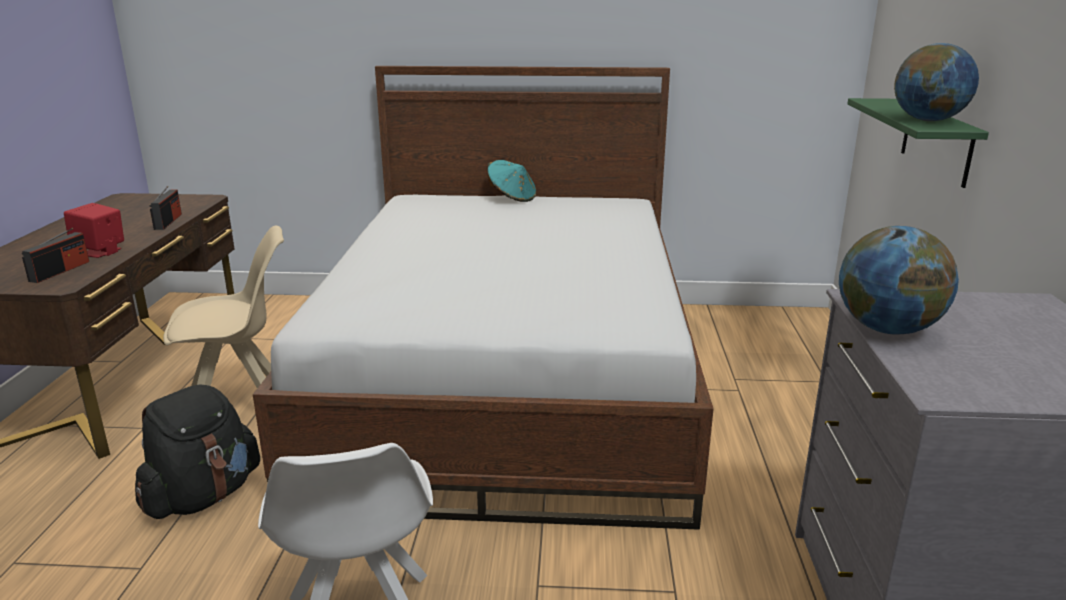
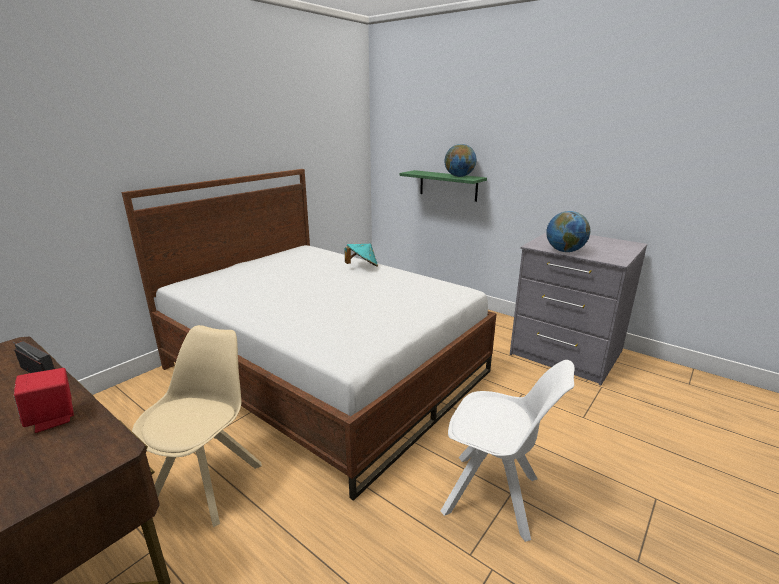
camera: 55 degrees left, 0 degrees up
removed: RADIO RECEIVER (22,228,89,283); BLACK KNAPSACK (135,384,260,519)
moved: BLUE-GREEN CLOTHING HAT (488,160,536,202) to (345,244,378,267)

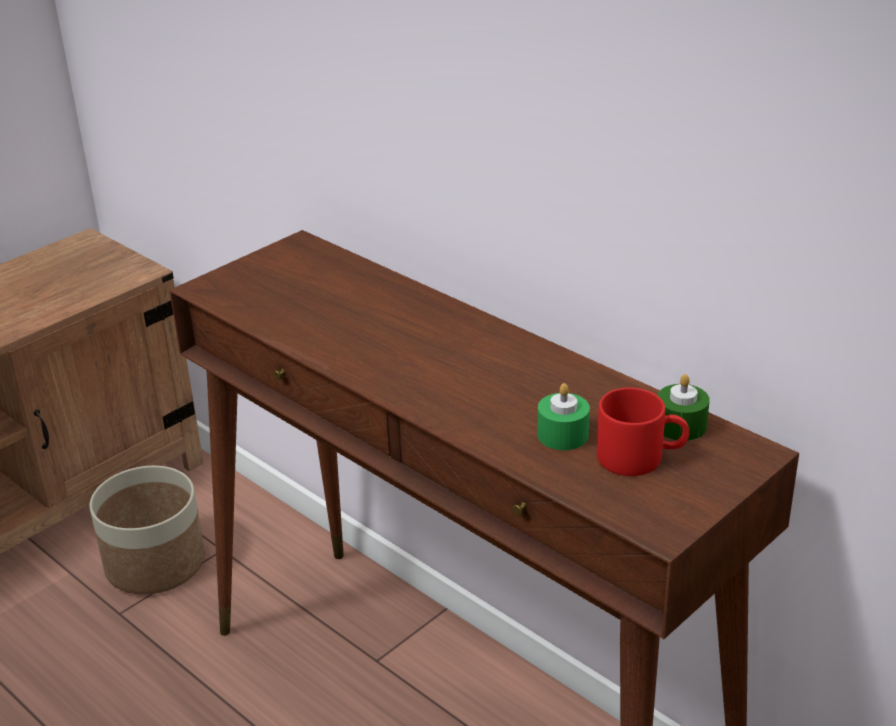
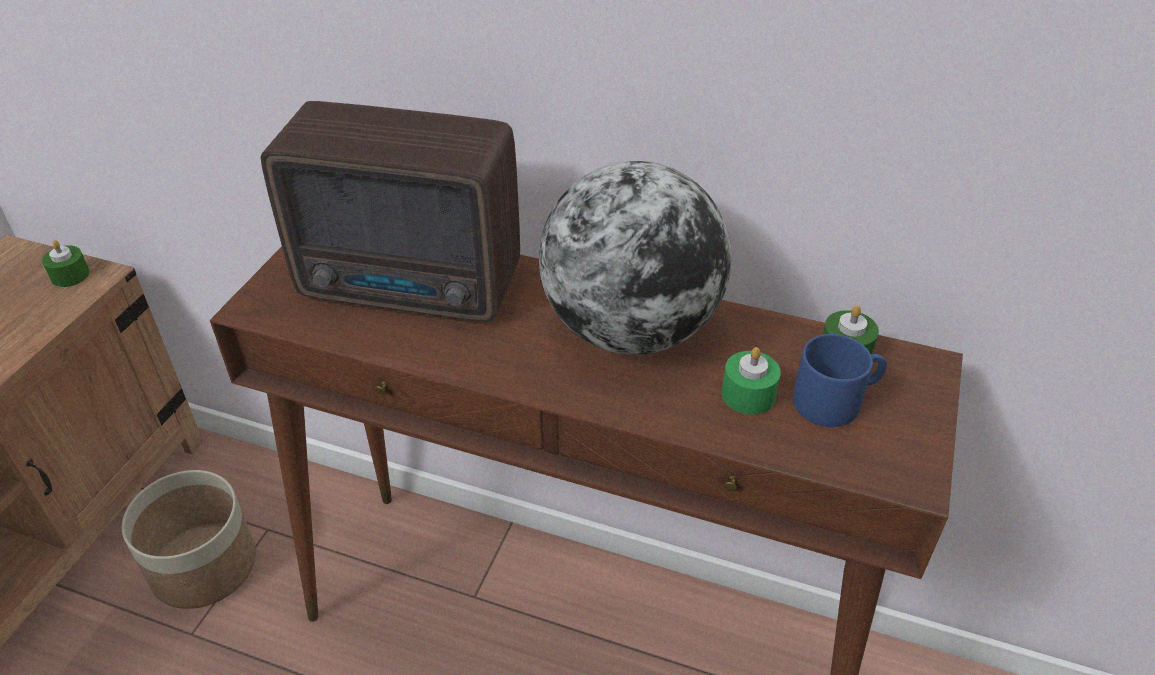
camera: 25 degrees left, 10 degrees up
added: RADIO RECEIVER (261,101,520,322); DESK GLOBE (539,161,732,355); GREEN CANDLE (42,240,90,287)
recoloured: REDDISH MUG (597,387,689,476) to BLUE MUG (793,334,887,427)

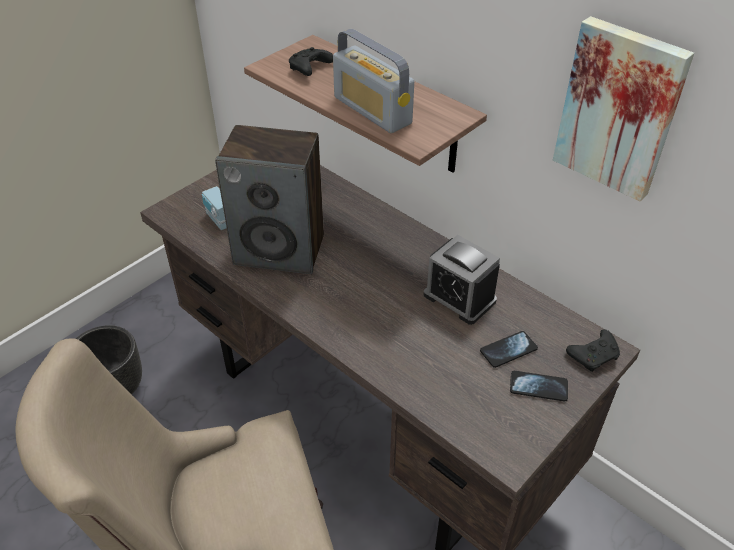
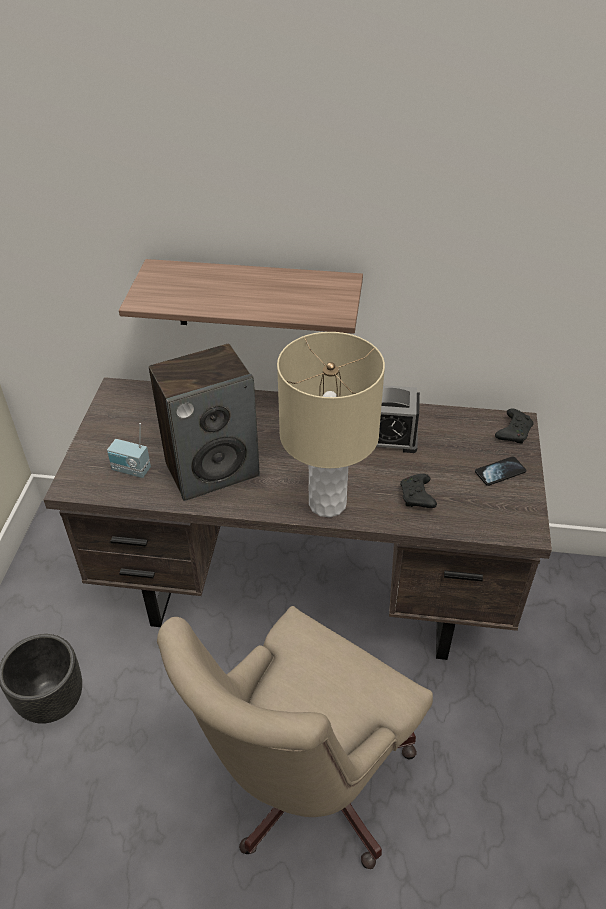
camera: 35 degrees left, 0 degrees up
removed: WALL ART (553,16,694,201); RADIO RECEIVER (333,29,414,133); PHONE (480,331,538,368)
added: SAND-COLOURED TABLE LAMP (277,332,385,517)
moved: BLACK GAMEPAD (289,47,333,76) to (400,474,437,508)

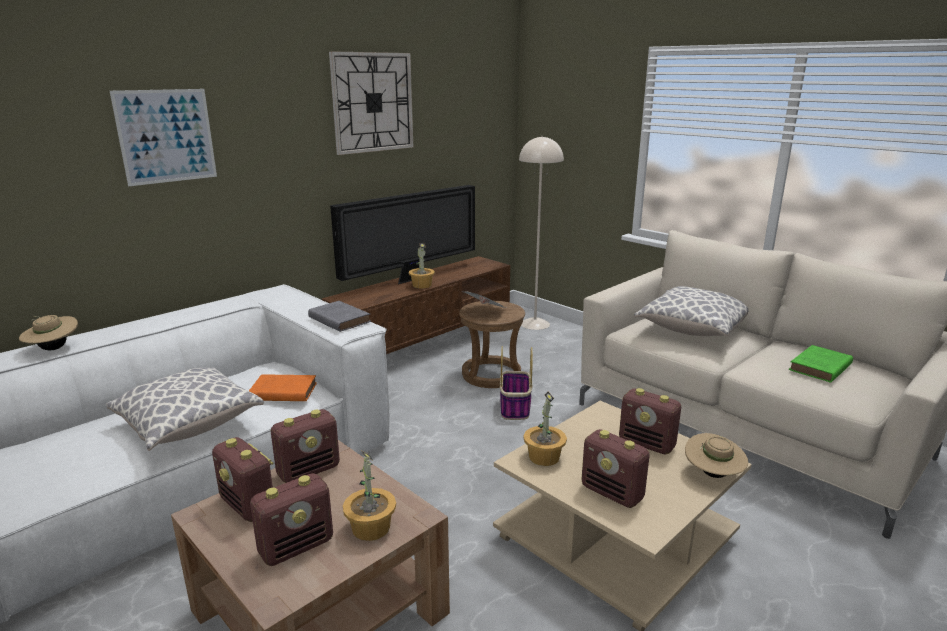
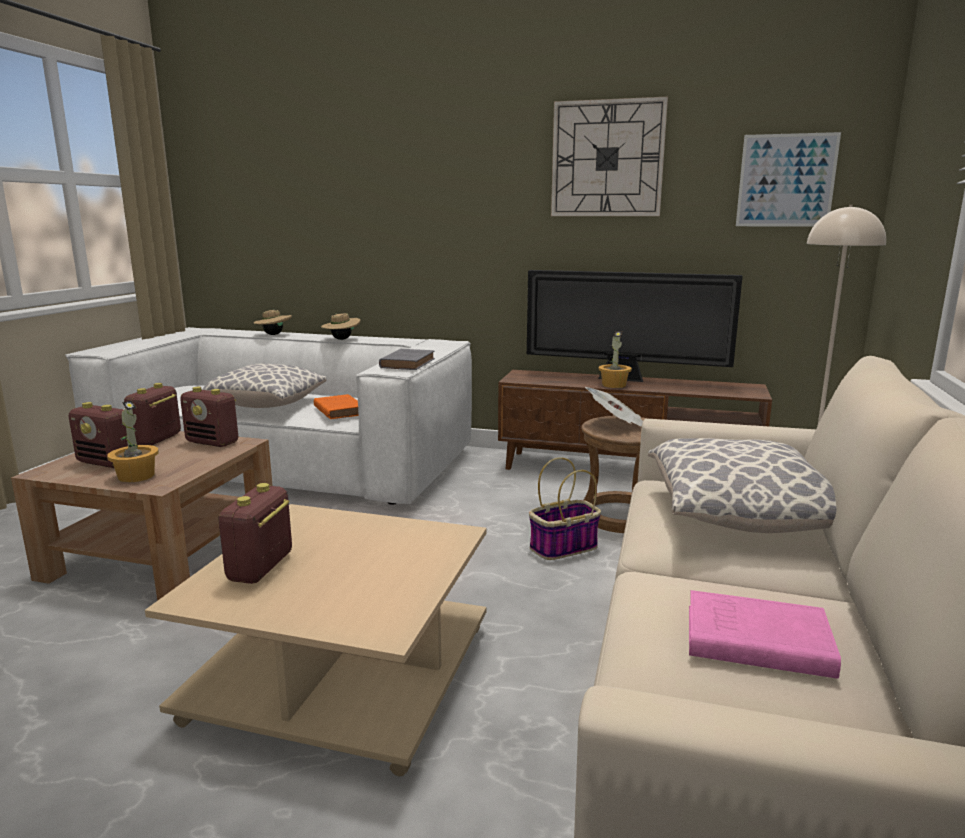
camera: 60 degrees right, 5 degrees down
removed: RADIO RECEIVER (619,388,681,455); PLANT IN A POT (523,392,567,466)
moved: WALL ART (110,89,217,186) to (736,132,841,227); SAND-COLOURED CLOTHING HAT (685,433,748,478) to (321,312,360,340)
recoloured: GREEN BOOK (789,345,853,382) to PINK BOOK (689,590,841,679)

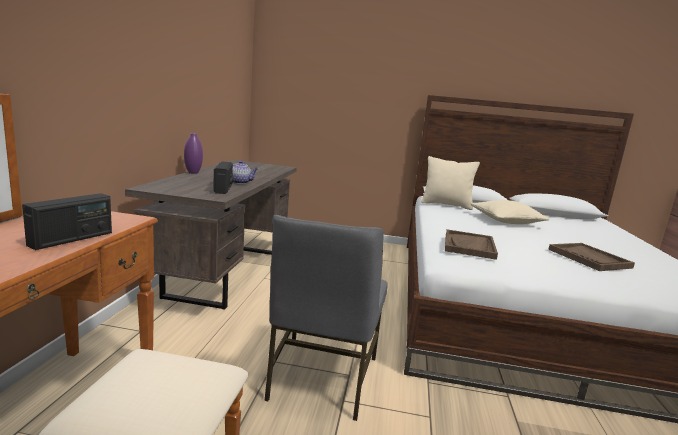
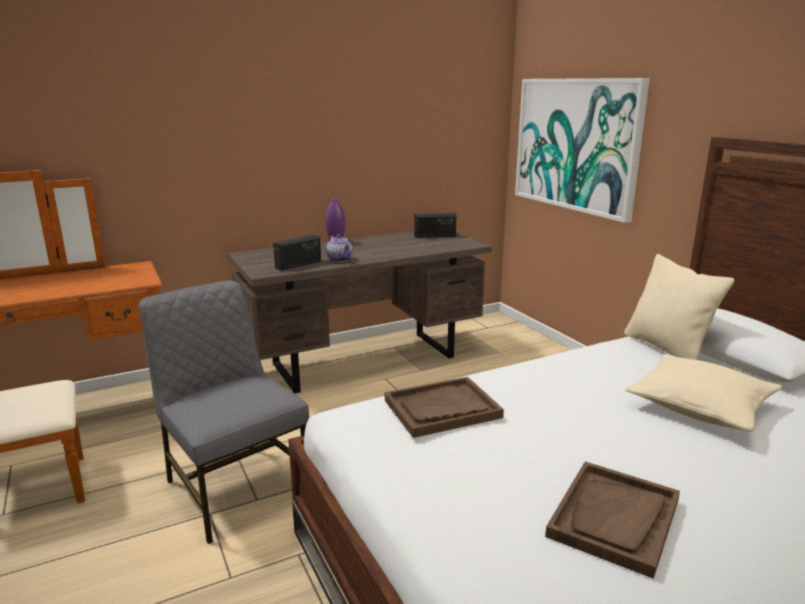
camera: 55 degrees right, 5 degrees up
added: WALL ART (515,78,650,223)
moved: RADIO RECEIVER (22,193,112,250) to (414,213,456,238)
turned: GREYISH UPRIGHT CHAIR (264,215,387,421) = (139,281,309,544) 75 degrees clockwise

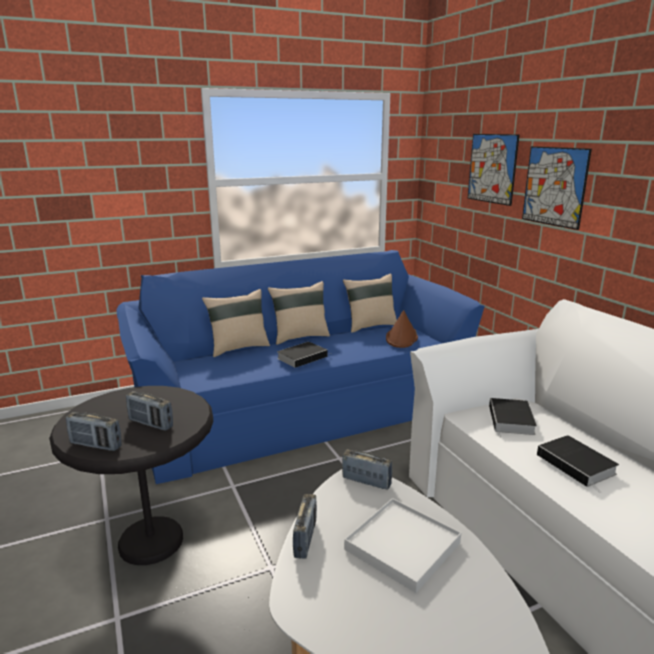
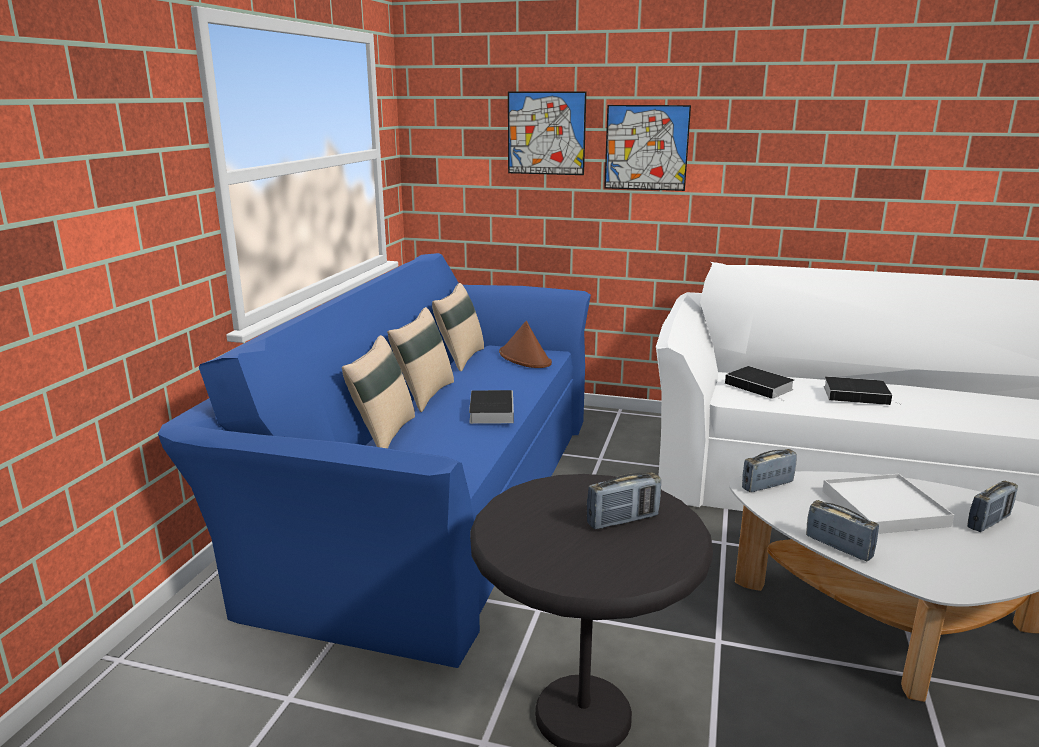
camera: 50 degrees left, 0 degrees up
moved: RADIO RECEIVER (66,412,122,451) to (967,481,1018,532)

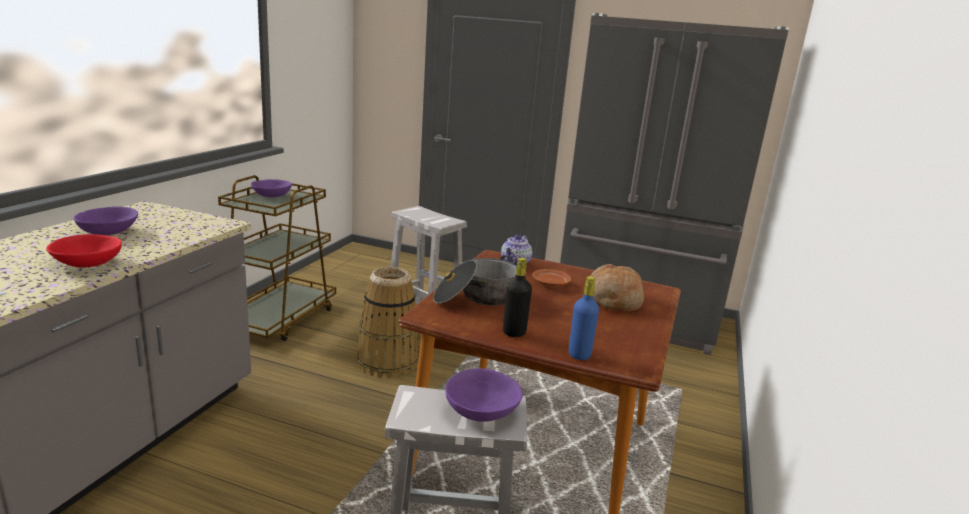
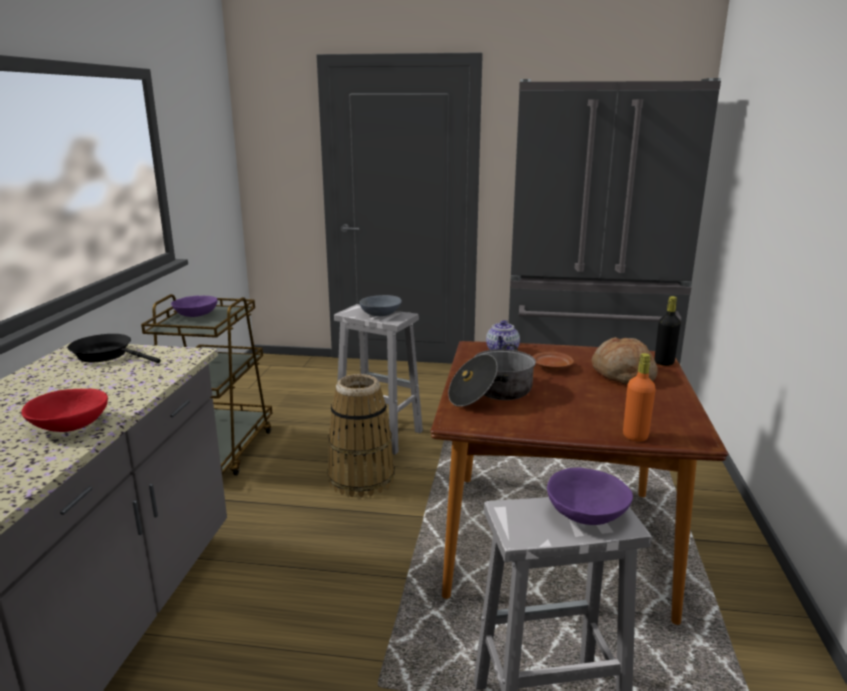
camera: 10 degrees left, 0 degrees up
removed: PURPLISH SERVING BOWL (74,206,138,235)
added: GREYISH SERVING BOWL (359,295,402,316); BLACK PAN (68,334,161,363)
moved: BLACK BEVERAGE BOTTLE (503,258,532,337) to (654,296,681,366)
recoloured: BLUE BEVERAGE BOTTLE (569,276,599,360) to ORANGE BEVERAGE BOTTLE (623,353,656,442)

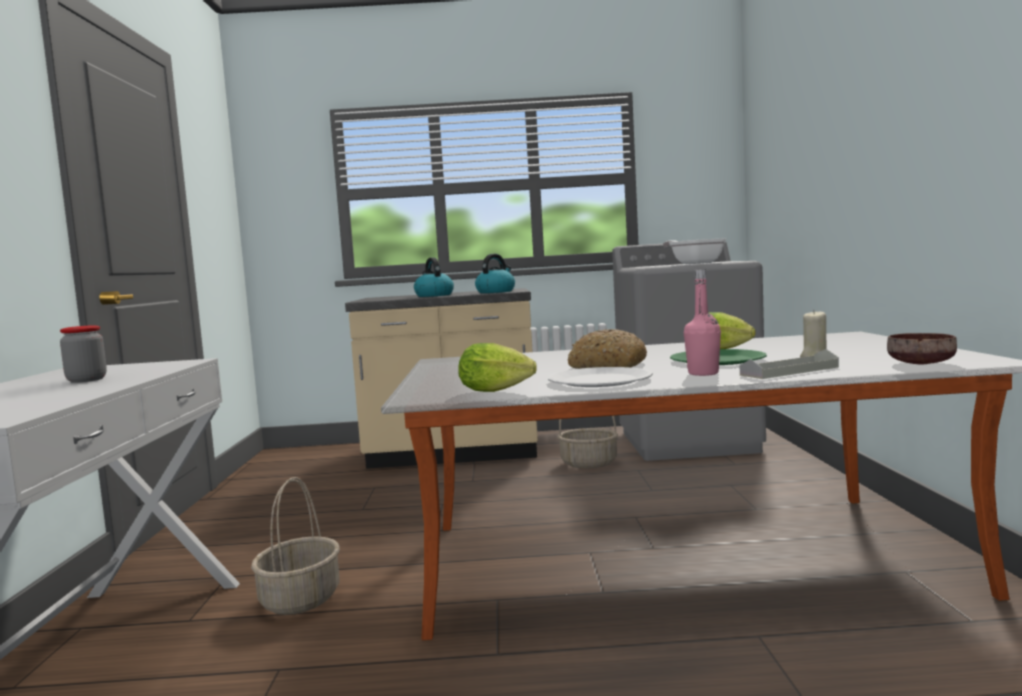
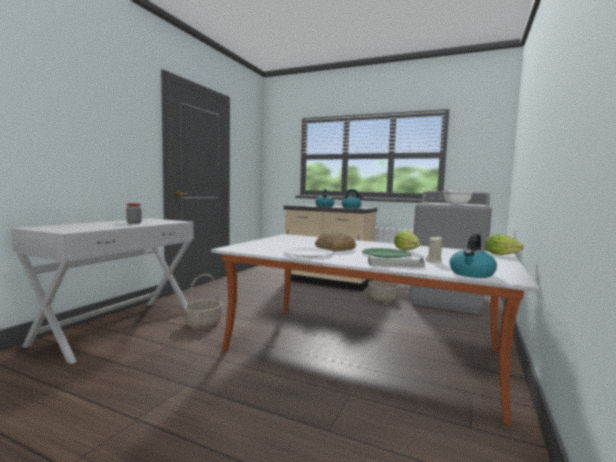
camera: 25 degrees right, 0 degrees up
removed: PINK BEVERAGE BOTTLE (684,269,721,376)
moved: HEAD OF LETTUCE (458,343,537,392) to (485,234,524,255)
replaced: BROWNISH SERVING BOWL (887,333,957,364) to KETTLE (450,233,497,278)

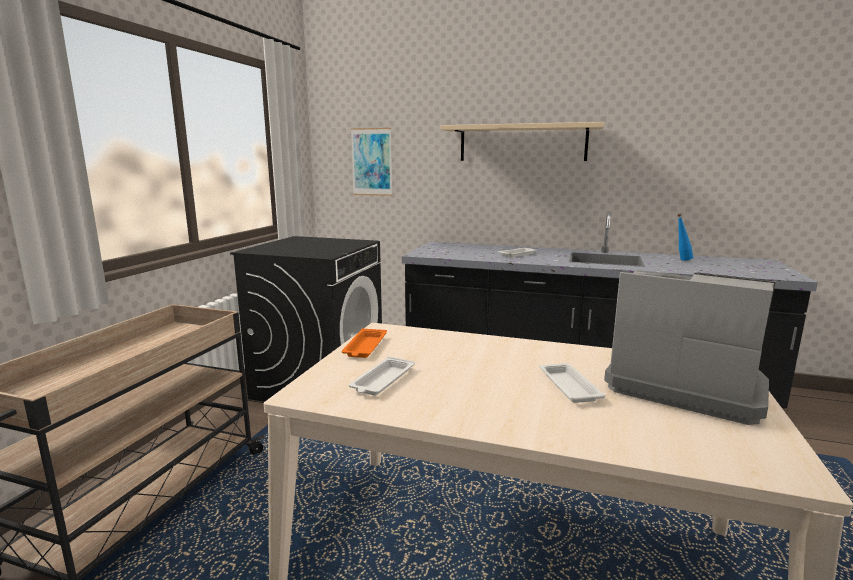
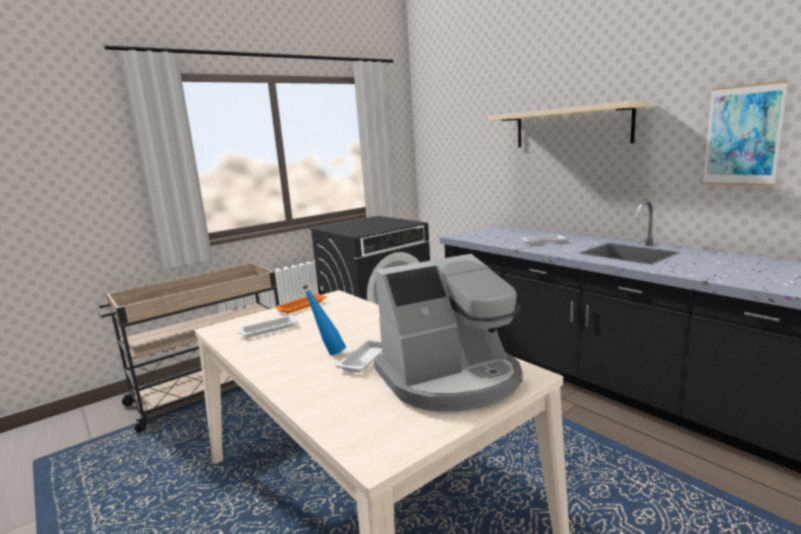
camera: 35 degrees right, 0 degrees up
moved: WALL ART (351,128,392,196) to (703,80,788,186); BLUE BEVERAGE BOTTLE (677,214,693,261) to (303,285,346,355)
turned: COFFEE MAKER (604,270,776,425) = (374,254,523,411) 90 degrees clockwise

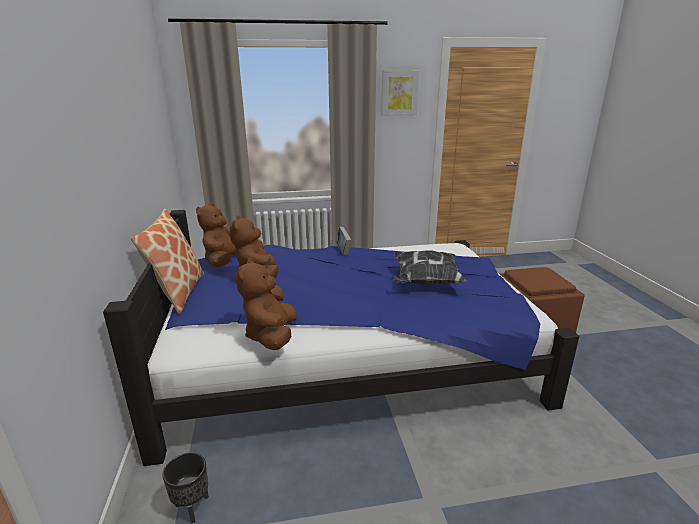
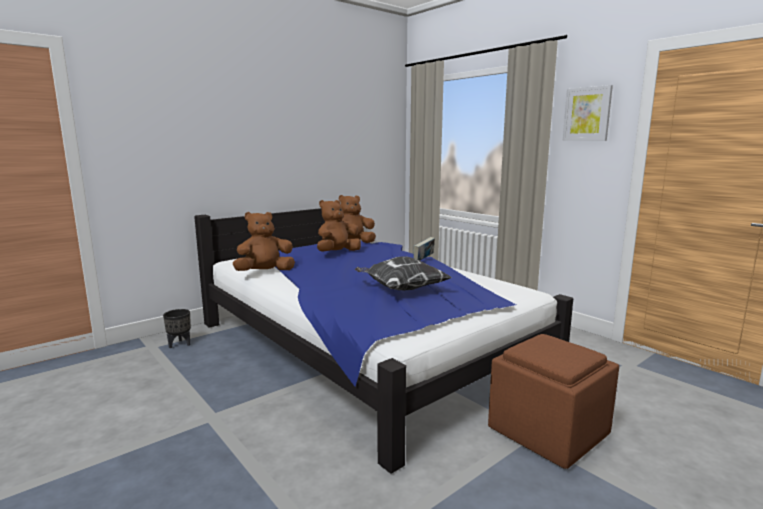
camera: 60 degrees right, 10 degrees down
removed: CUSHION (131,208,204,314)

